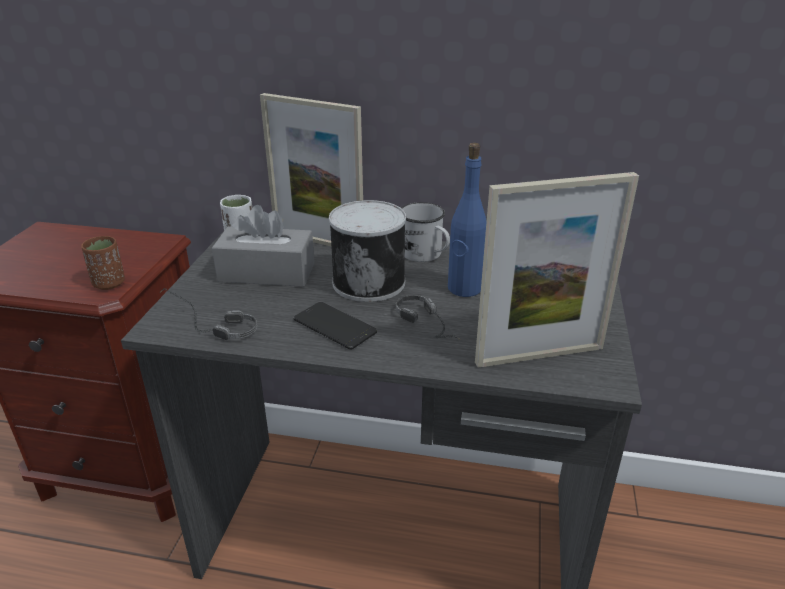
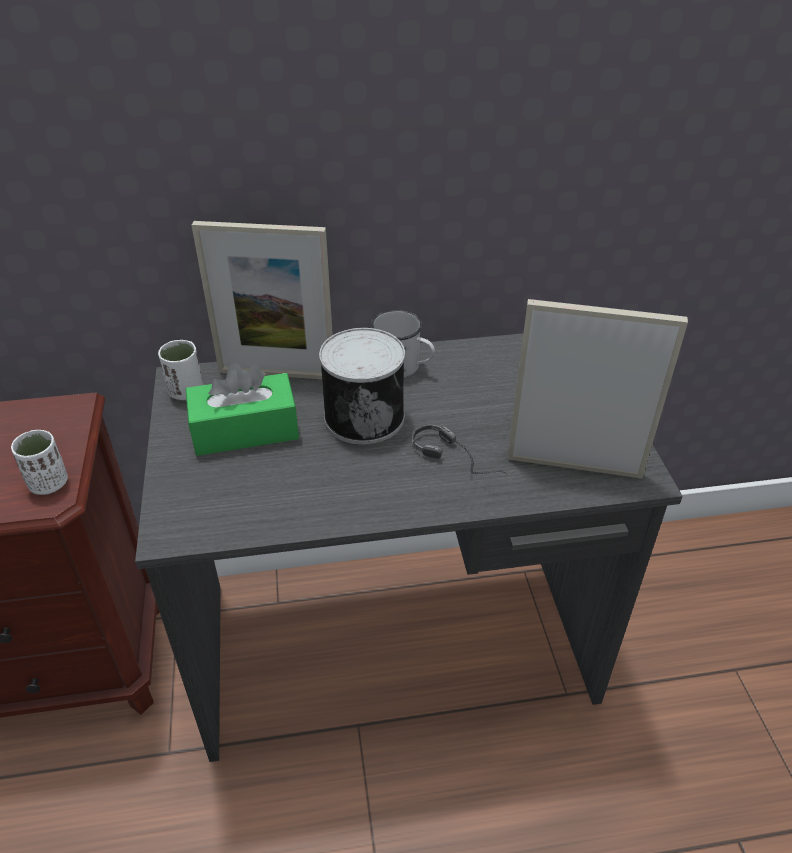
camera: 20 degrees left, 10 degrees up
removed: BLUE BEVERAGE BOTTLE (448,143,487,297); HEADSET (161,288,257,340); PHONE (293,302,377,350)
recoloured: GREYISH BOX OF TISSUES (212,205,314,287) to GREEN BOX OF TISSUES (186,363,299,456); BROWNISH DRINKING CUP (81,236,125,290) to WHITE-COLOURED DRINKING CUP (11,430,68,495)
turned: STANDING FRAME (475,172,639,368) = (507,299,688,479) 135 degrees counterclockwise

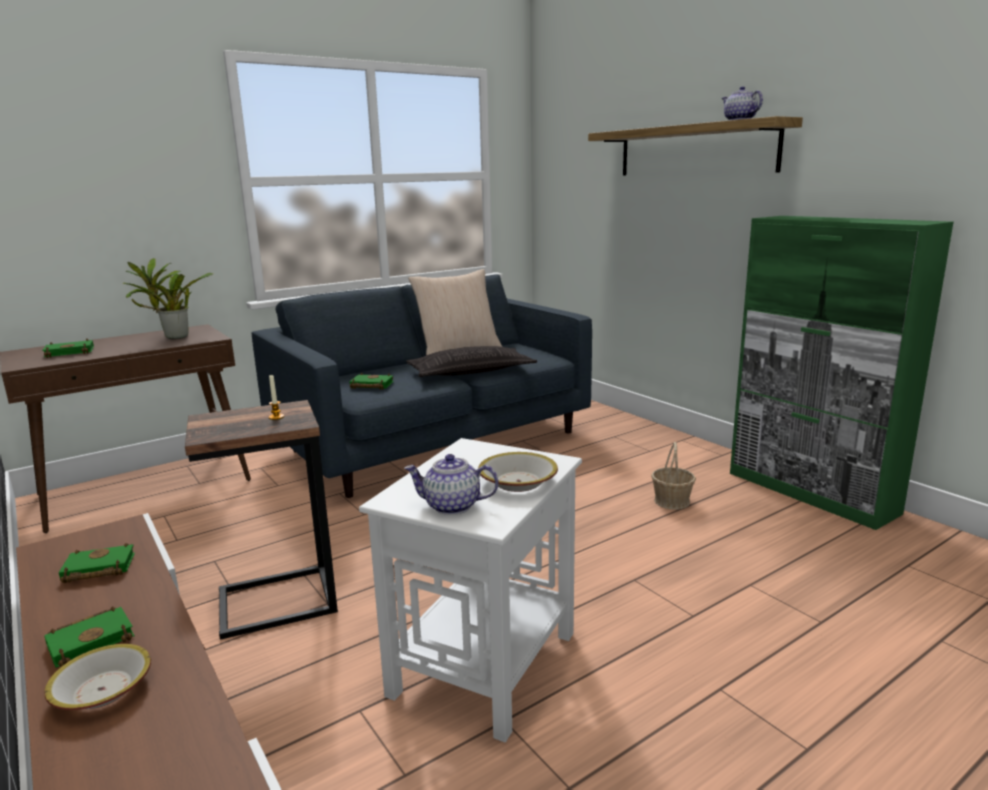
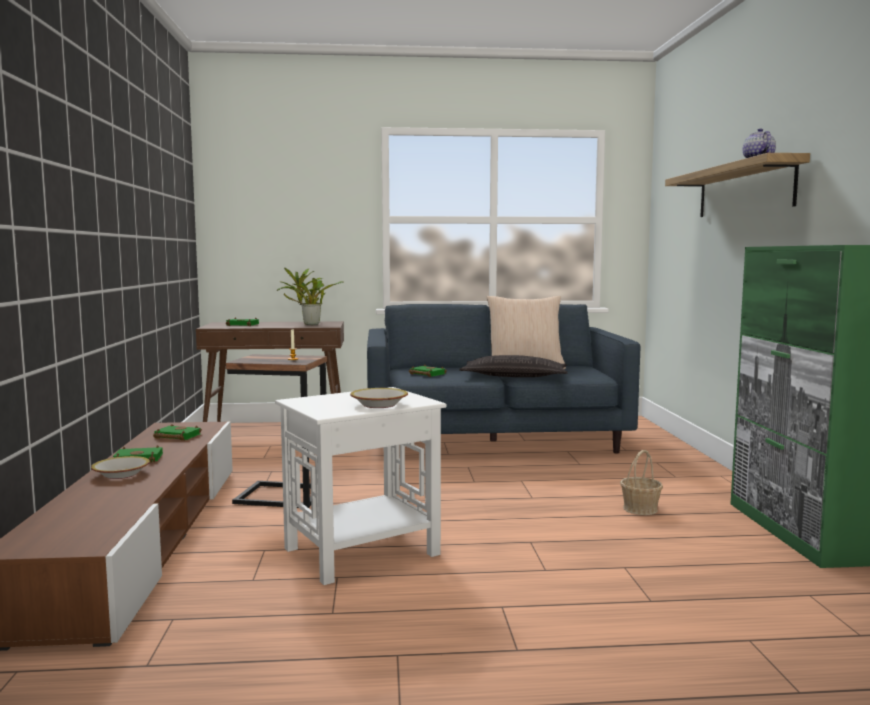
camera: 30 degrees right, 10 degrees down
removed: POT FOR TEA (404,454,498,515)

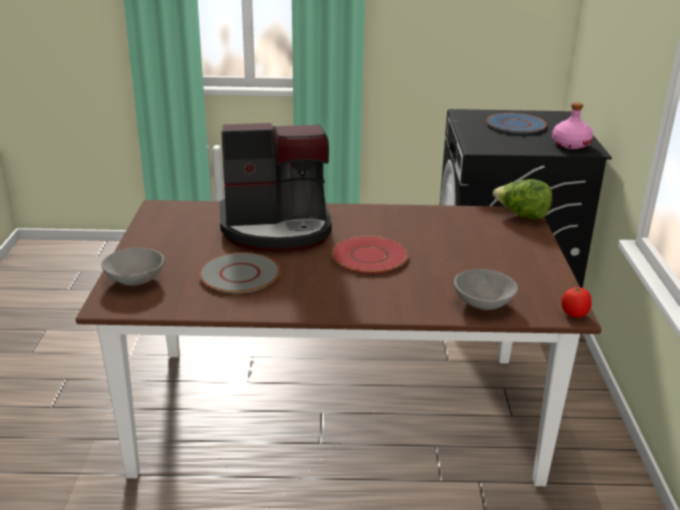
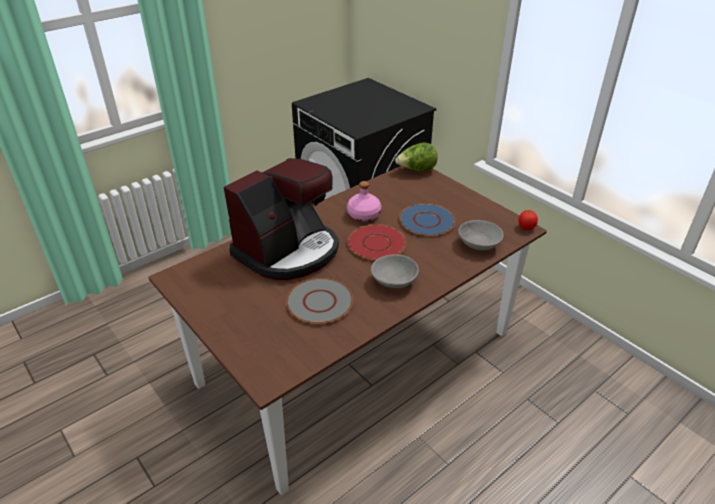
camera: 40 degrees left, 10 degrees up
moved: PINK BEVERAGE BOTTLE (552,102,593,149) to (347,181,381,221); BLUE DINNER PLATE (486,113,547,134) to (399,203,456,236); GREYISH SERVING BOWL (101,248,165,286) to (371,254,419,288)

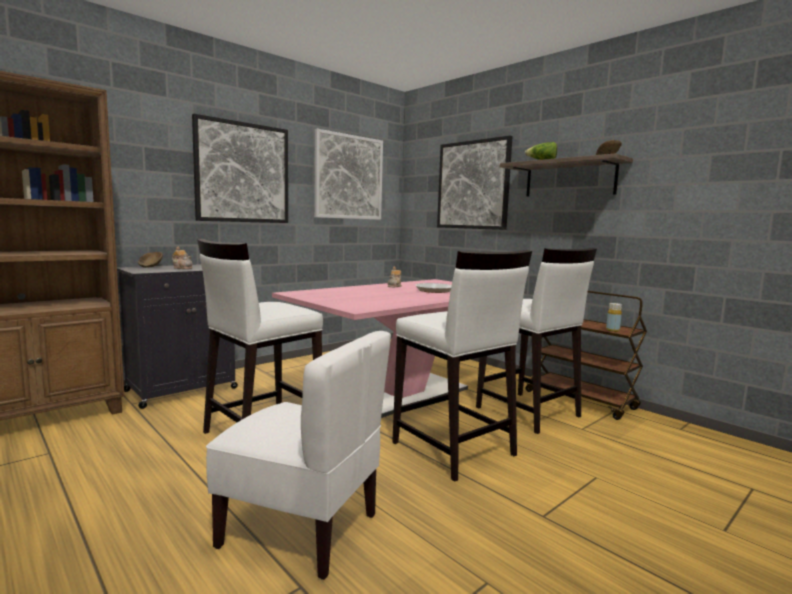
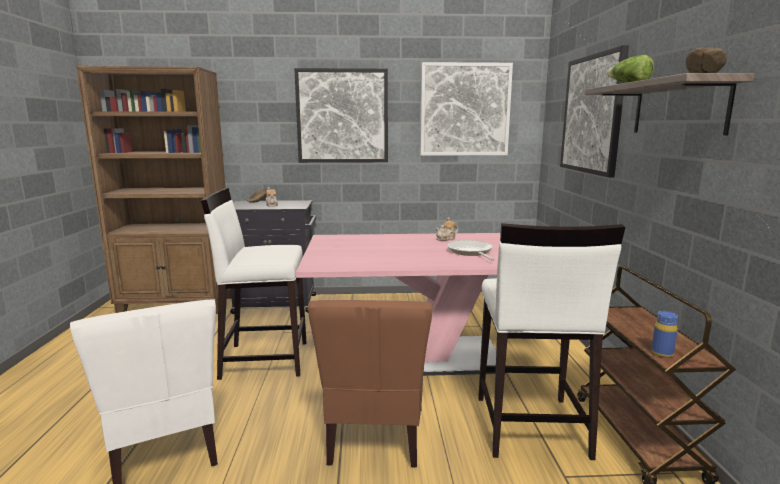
camera: 40 degrees right, 5 degrees up
replaced: WHITE-COLOURED SITTING STOOL (392,250,532,482) to BROWNISH UPRIGHT CHAIR (308,300,433,468)
recoloured: YELLOW BEVERAGE BOTTLE (606,303,622,332) to BLUE BEVERAGE BOTTLE (651,311,678,358)

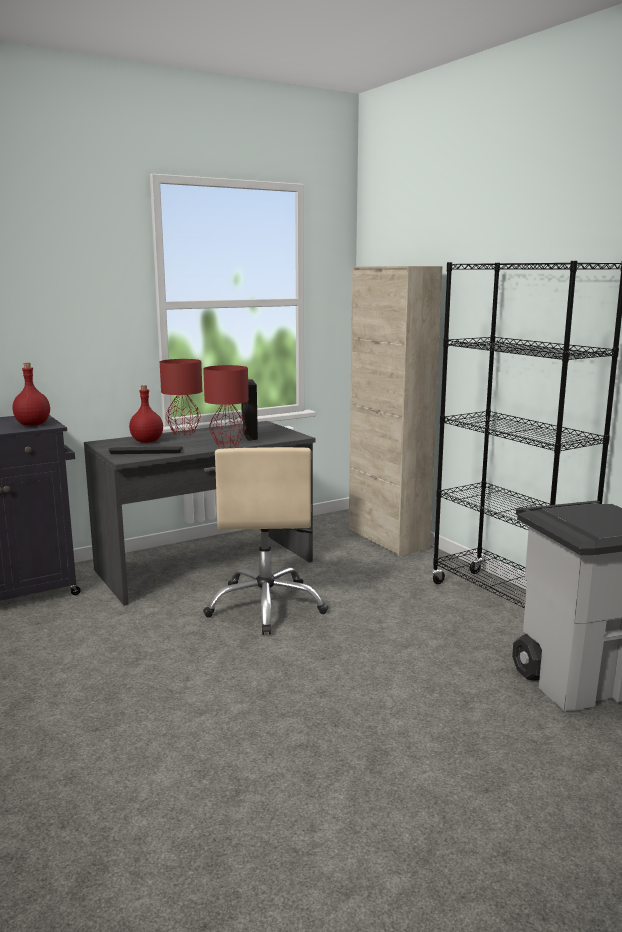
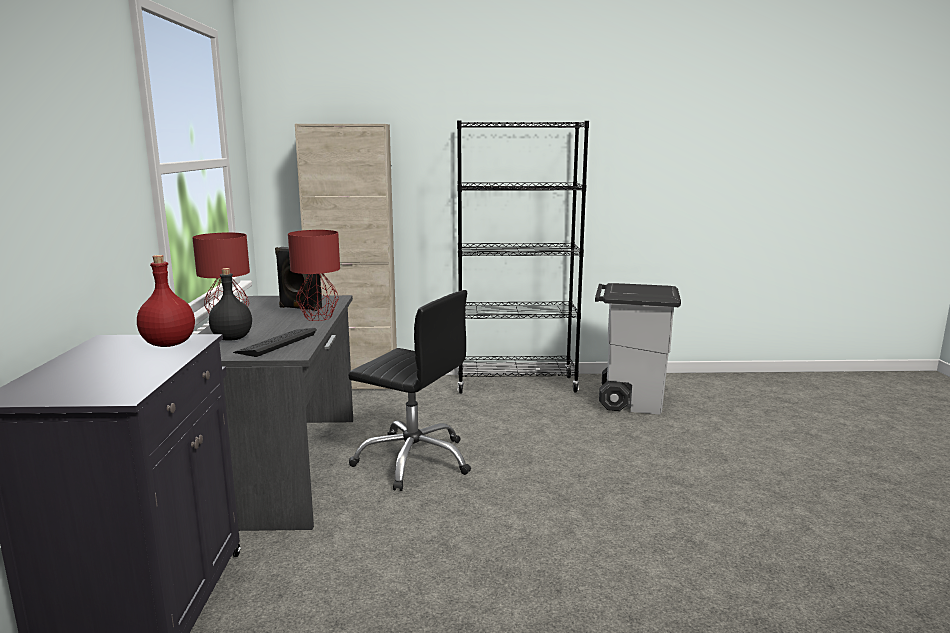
camera: 60 degrees left, 0 degrees up
recoloured: REDDISH BEVERAGE BOTTLE (129,385,163,443) to BLACK BEVERAGE BOTTLE (209,268,252,341); SAND-COLOURED OFFICE CHAIR (203,447,328,635) to BLACK OFFICE CHAIR (348,290,471,491)

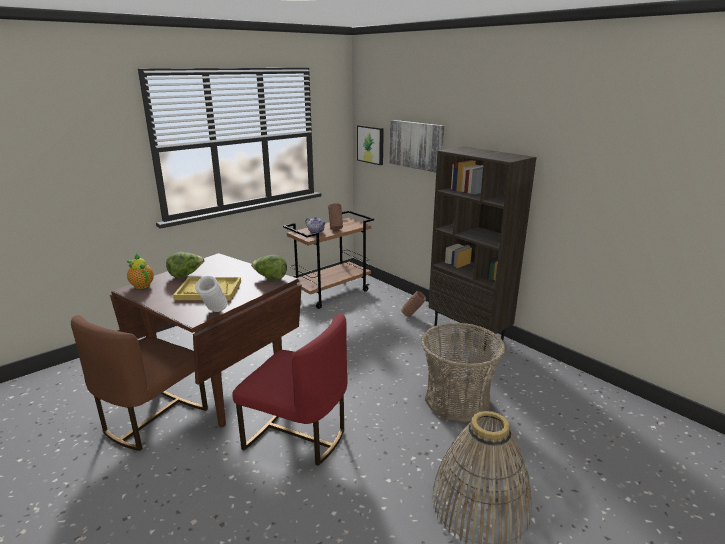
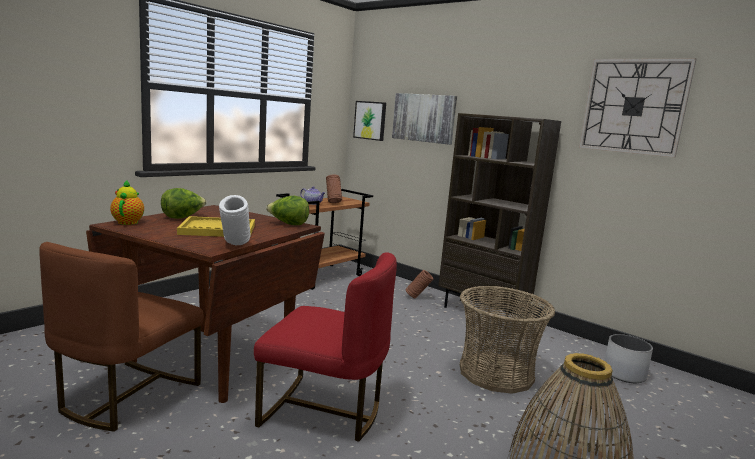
camera: 10 degrees left, 10 degrees down
added: CLOCK ON THE WALL (579,58,696,158); WHITE-COLOURED PLANTER (604,334,653,383)
turned: POT FOR TEA (127,254,154,289) = (110,180,144,225) 45 degrees clockwise

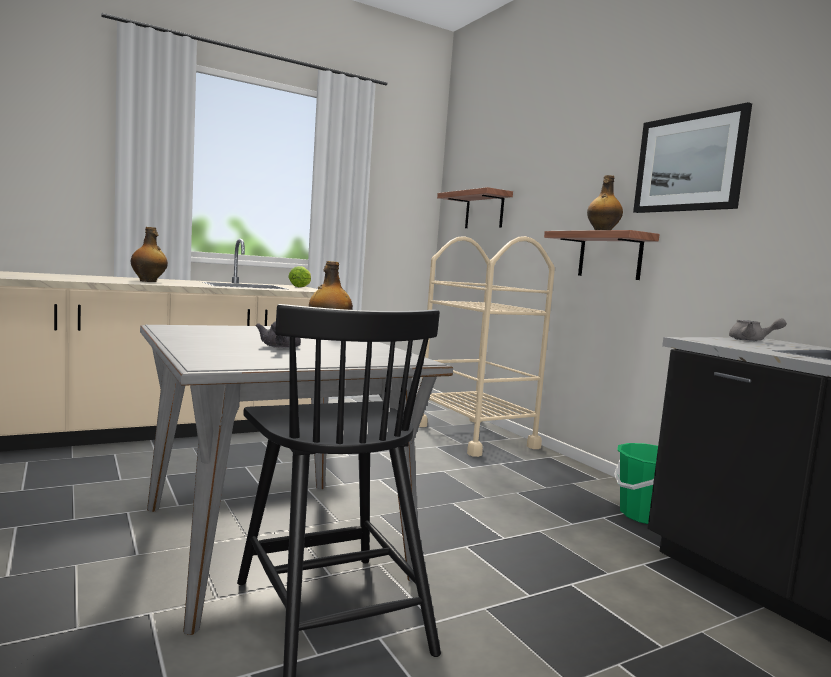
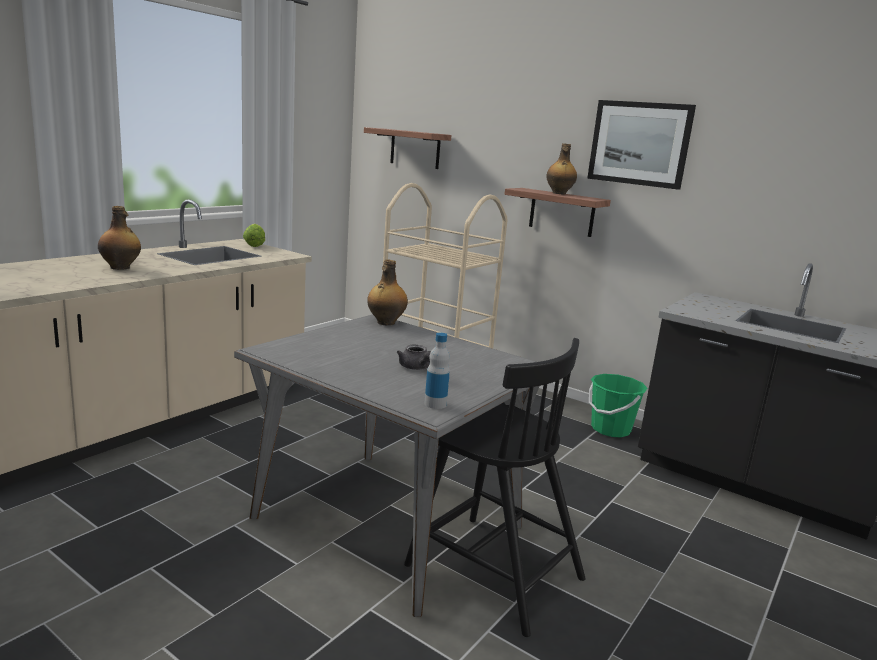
camera: 25 degrees left, 10 degrees up
removed: GREYISH POT FOR TEA (729,318,787,341)
added: BEVERAGE BOTTLE (424,333,450,409)

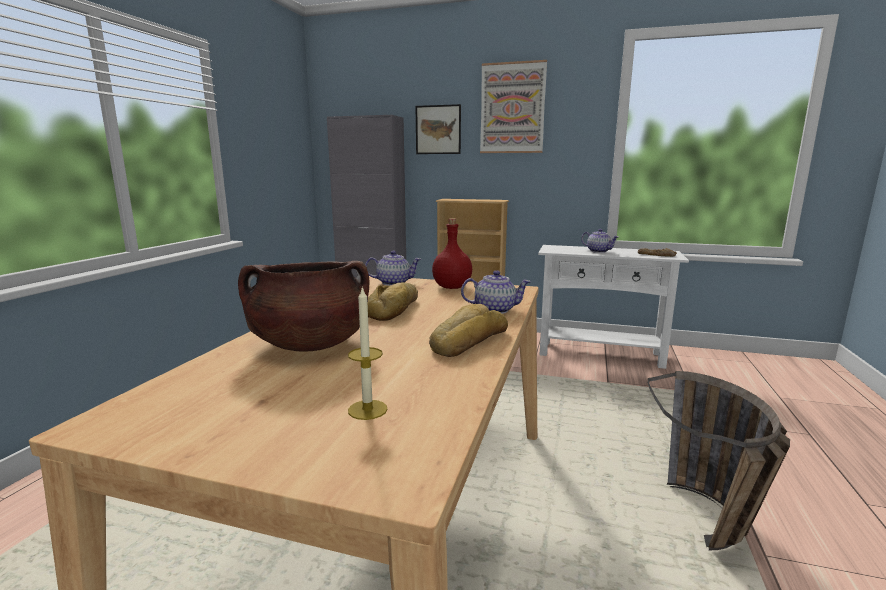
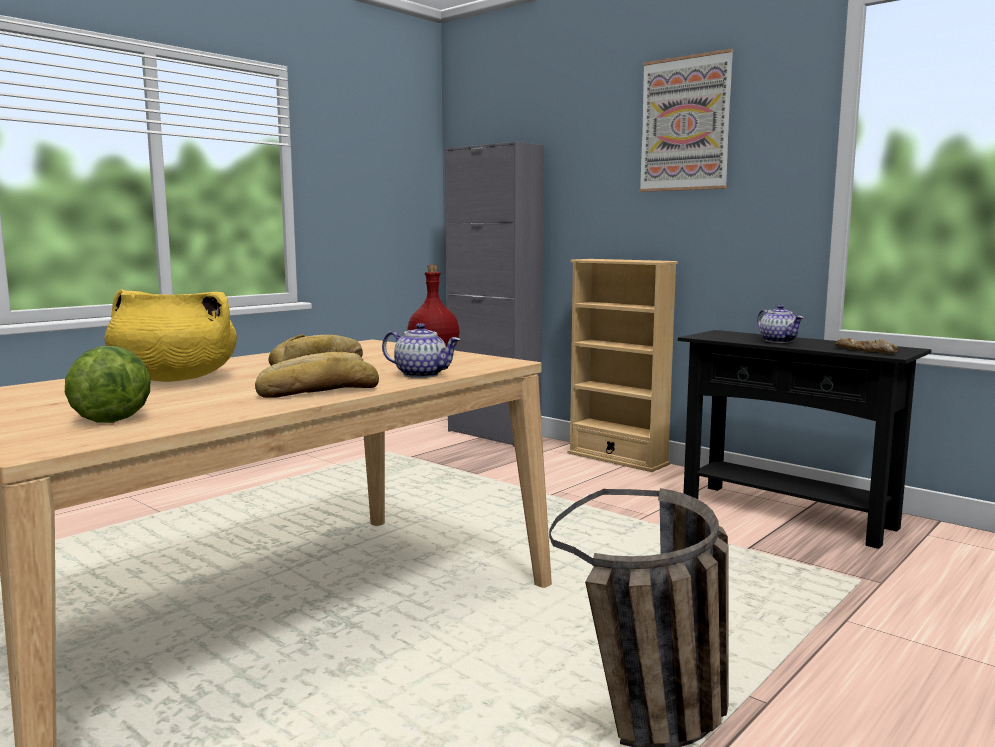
camera: 25 degrees right, 5 degrees down
removed: WALL ART (416,104,461,154); POT FOR TEA (365,251,421,286)
replaced: CANDLE (348,286,388,420) to HEAD OF LETTUCE (65,346,150,423)
recoloured: WHITE-COLOURED CONSOLE TABLE (538,245,689,369) to BLACK CONSOLE TABLE (678,330,931,549); BROWNISH COOKING POT (238,261,369,352) to YELLOW COOKING POT (104,289,237,382)

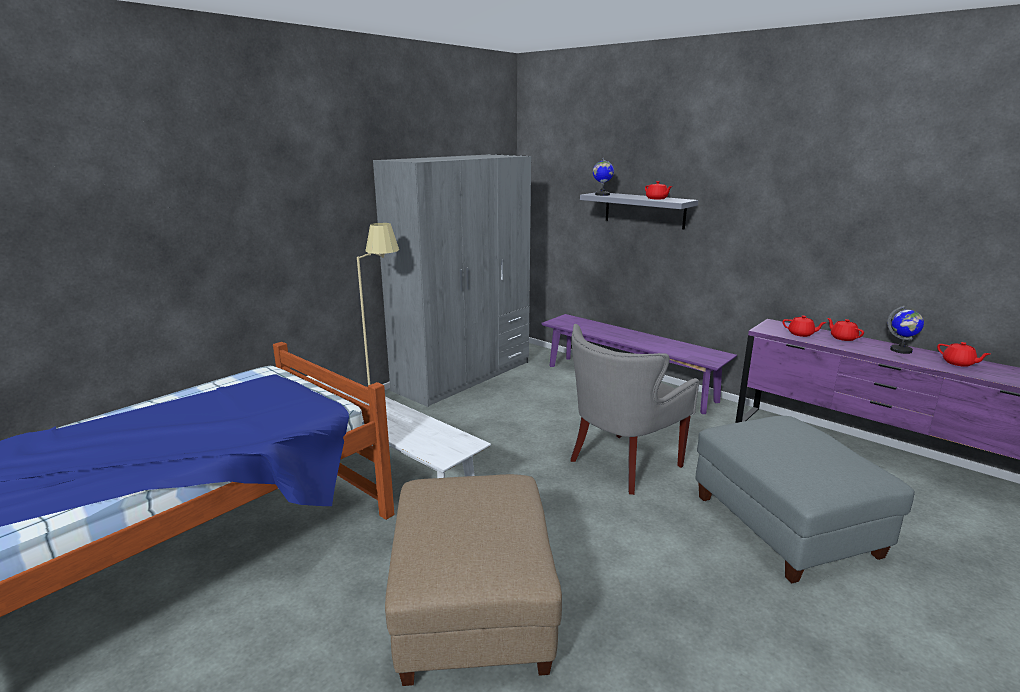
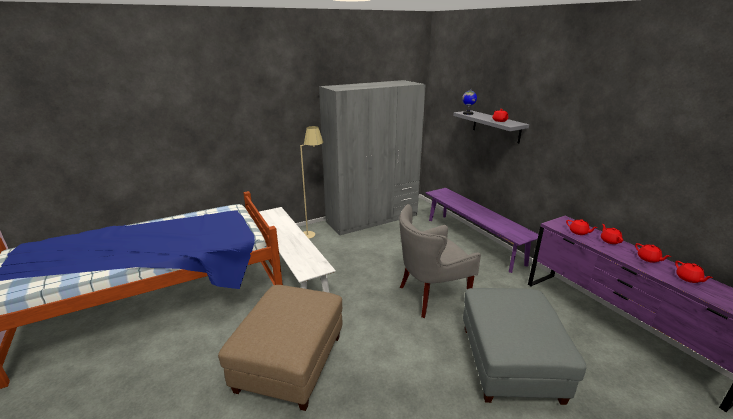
camera: 20 degrees right, 5 degrees up
replaced: DESK GLOBE (887,306,924,354) to REDDISH POT FOR TEA (635,243,671,263)

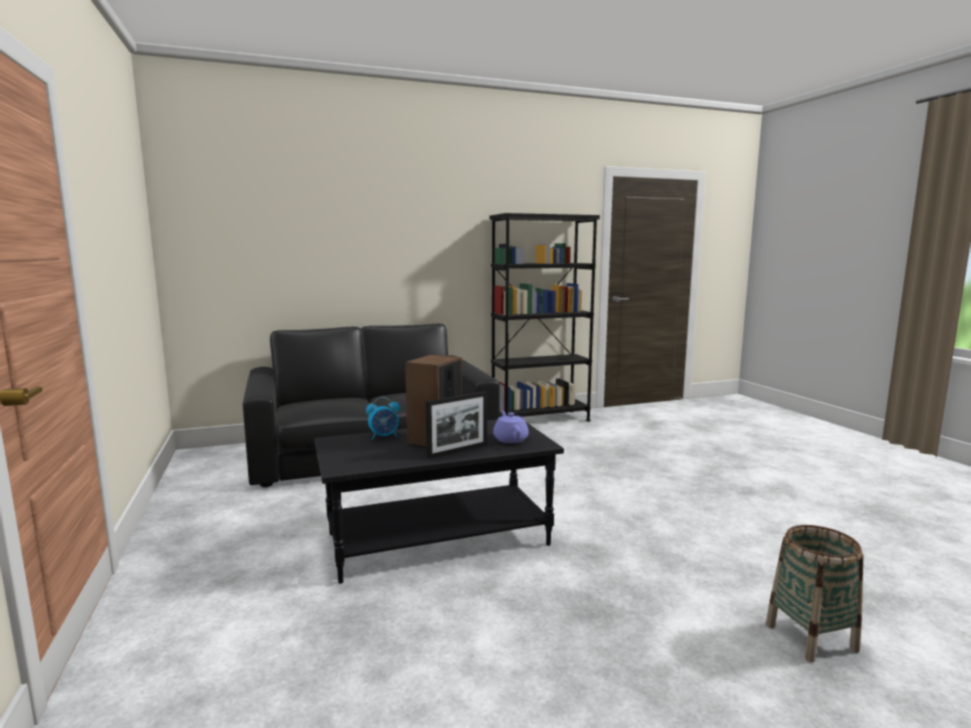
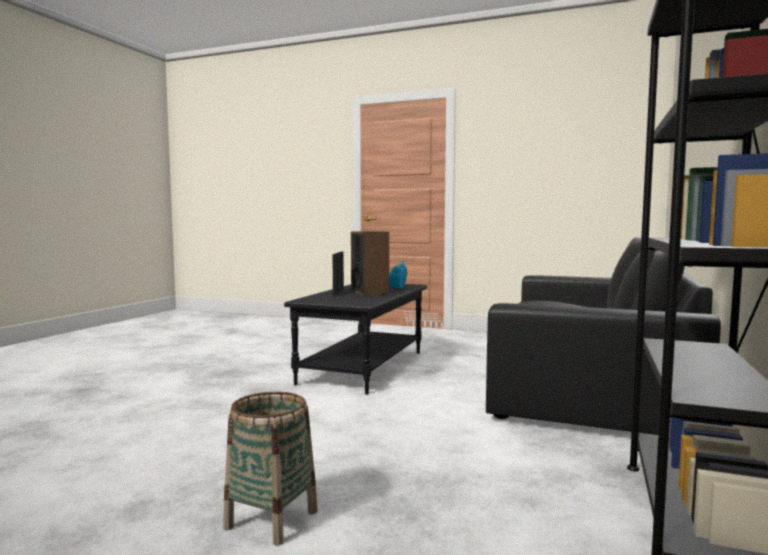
camera: 130 degrees right, 5 degrees down
removed: PURPLISH POT FOR TEA (493,411,529,443)
moved: BASKET (766,525,863,662) to (223,392,318,545)

